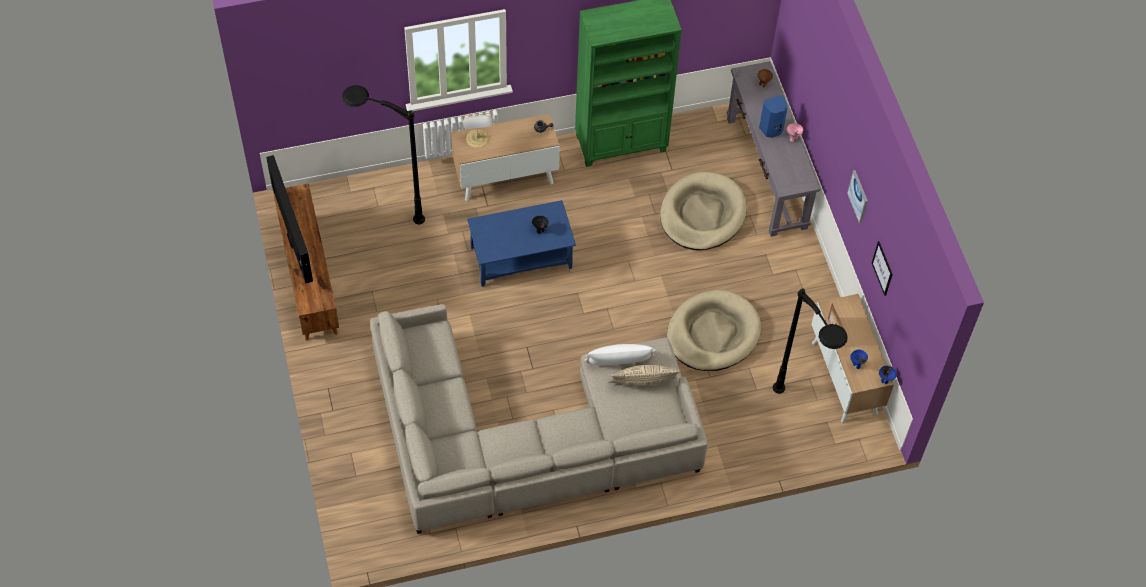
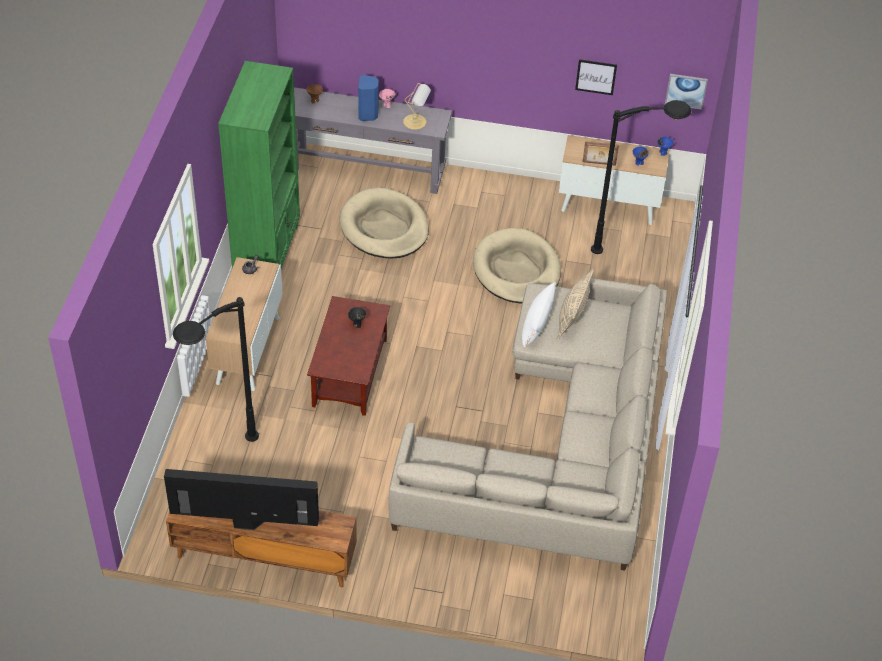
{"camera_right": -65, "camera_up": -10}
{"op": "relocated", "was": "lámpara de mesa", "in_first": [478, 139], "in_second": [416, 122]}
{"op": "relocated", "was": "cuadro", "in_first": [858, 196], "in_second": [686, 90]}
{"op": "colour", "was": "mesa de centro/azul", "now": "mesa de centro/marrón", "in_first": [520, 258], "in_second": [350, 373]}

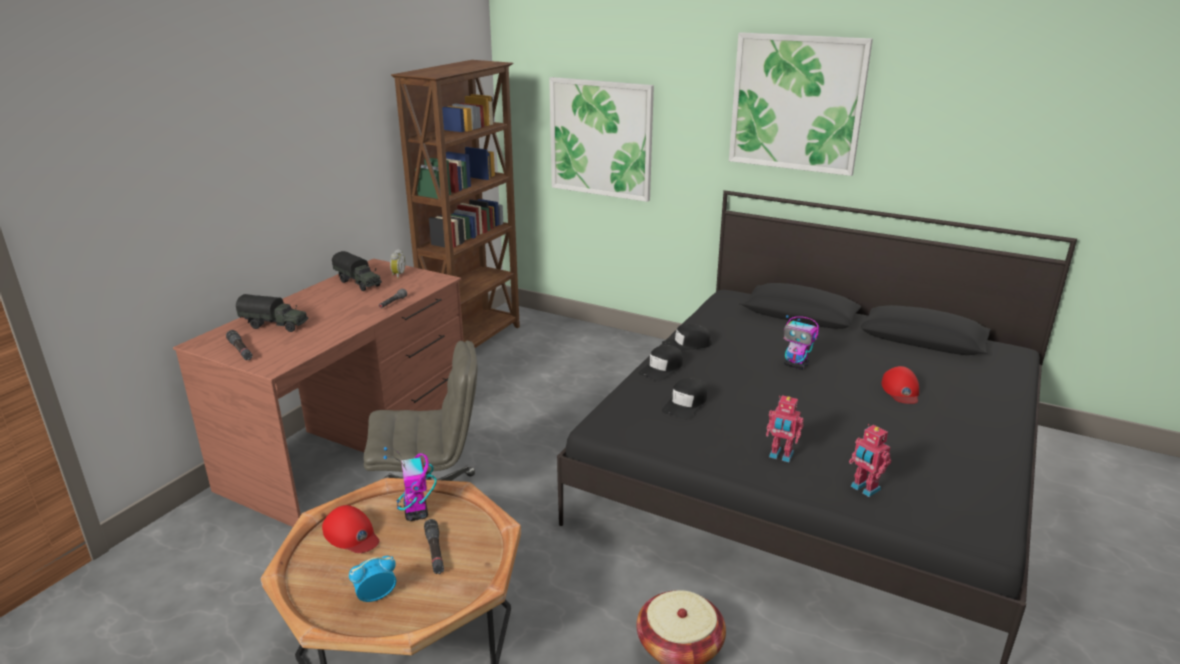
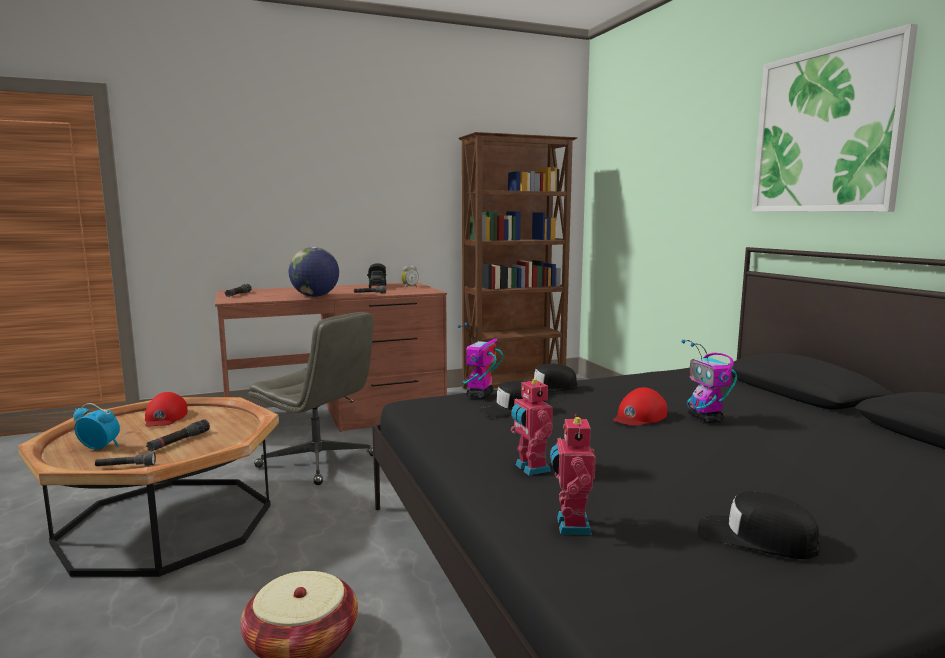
{"camera_right": 40, "camera_up": -15}
{"op": "missing", "was": "camión de juguete", "in_first": [275, 325]}
{"op": "missing", "was": "cuadro", "in_first": [601, 138]}
{"op": "appeared", "now": "linterna/gris", "in_second": [125, 467]}
{"op": "appeared", "now": "globo terráqueo", "in_second": [315, 296]}
{"op": "relocated", "was": "robot de juguete", "in_first": [416, 513], "in_second": [479, 395]}
{"op": "relocated", "was": "gorra/negro", "in_first": [686, 344], "in_second": [756, 538]}
{"op": "relocated", "was": "gorra/rojo", "in_first": [901, 390], "in_second": [639, 416]}

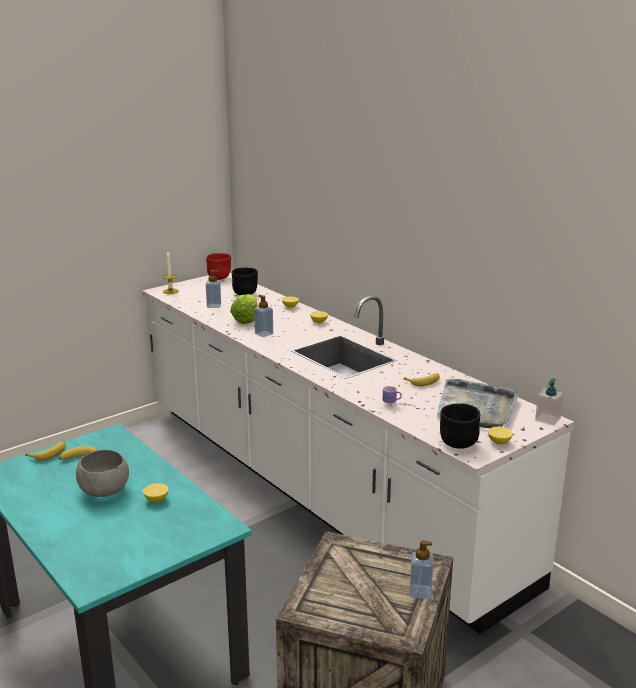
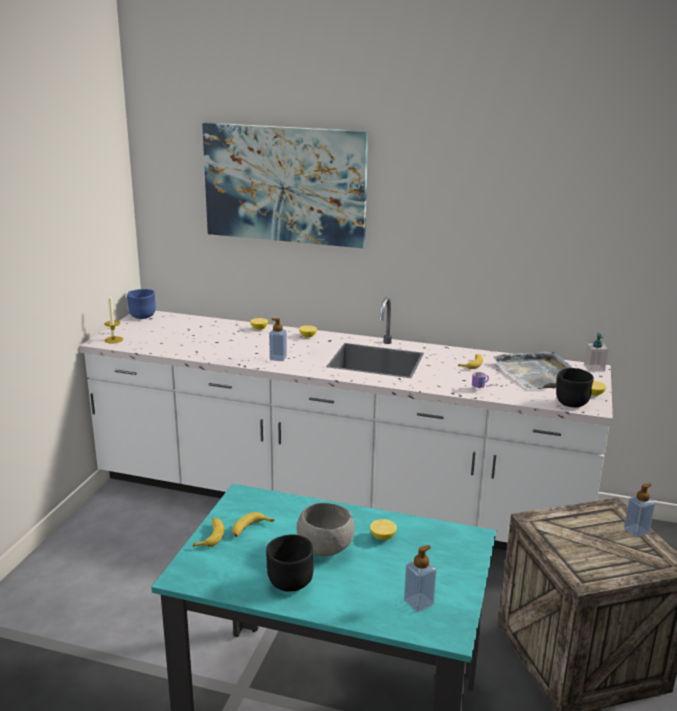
{"camera_right": -35, "camera_up": 0}
{"op": "missing", "was": "lechuga", "in_first": [246, 320]}
{"op": "appeared", "now": "cuadro", "in_second": [285, 184]}
{"op": "relocated", "was": "dispensador de jabón", "in_first": [214, 306], "in_second": [418, 603]}
{"op": "relocated", "was": "cuenco/negro", "in_first": [245, 293], "in_second": [290, 582]}
{"op": "colour", "was": "cuenco/rojo", "now": "cuenco/azul", "in_first": [219, 278], "in_second": [142, 316]}

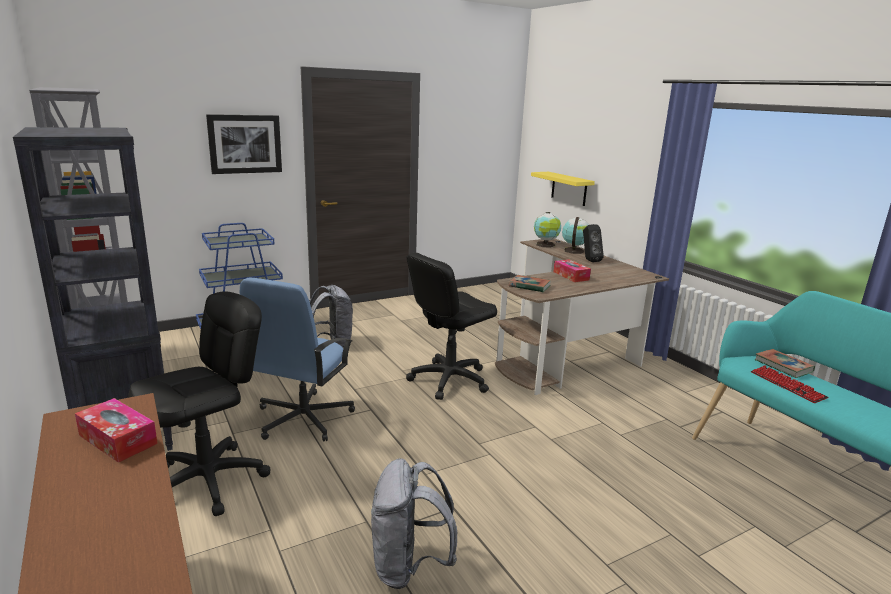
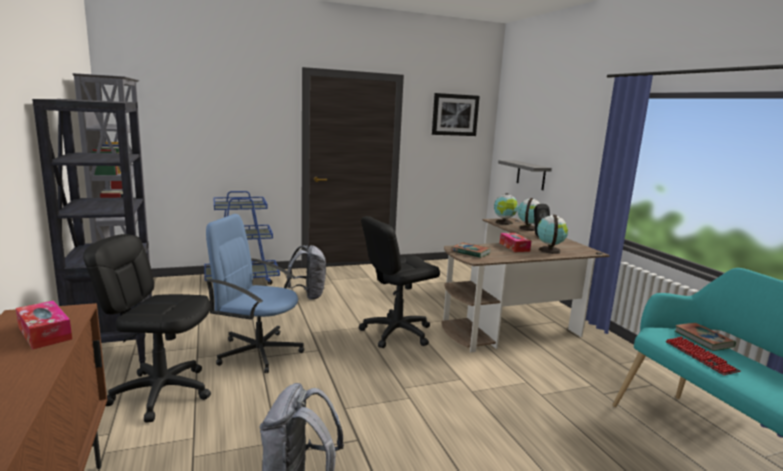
{"camera_right": 10, "camera_up": -5}
{"op": "appeared", "now": "globo terráqueo", "in_second": [549, 250]}
{"op": "relocated", "was": "cuadro", "in_first": [245, 144], "in_second": [455, 115]}
{"op": "colour", "was": "estante/amarillo", "now": "estante/gris", "in_first": [569, 188], "in_second": [531, 175]}
{"op": "spun", "was": "silla de oficina/negro", "in_first": [208, 481], "in_second": [161, 392], "clockwise": -135}
{"op": "spun", "was": "silla de oficina/azul", "in_first": [302, 418], "in_second": [258, 351], "clockwise": 75}

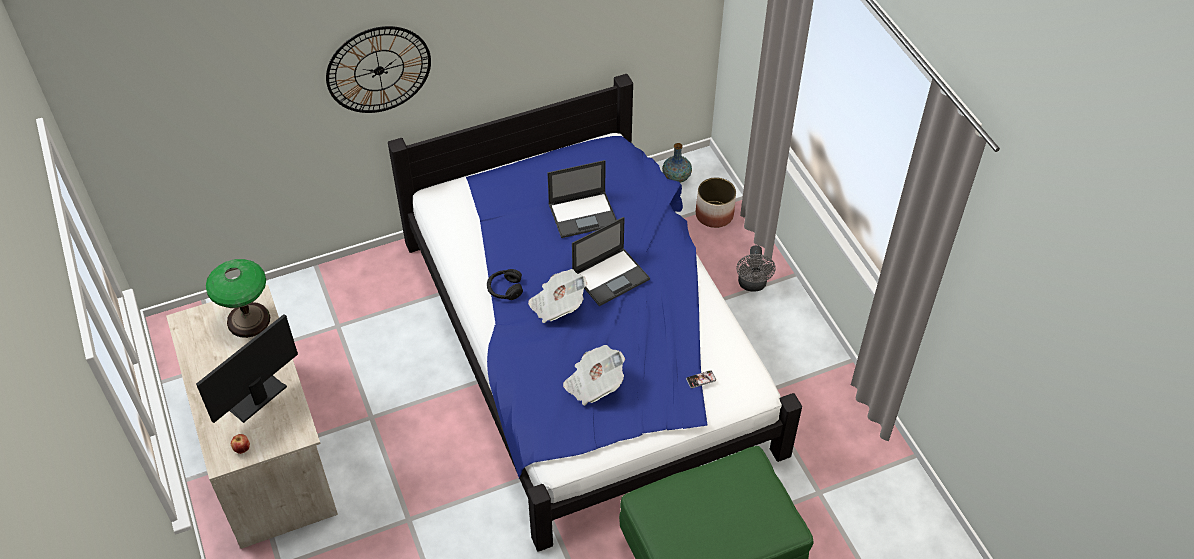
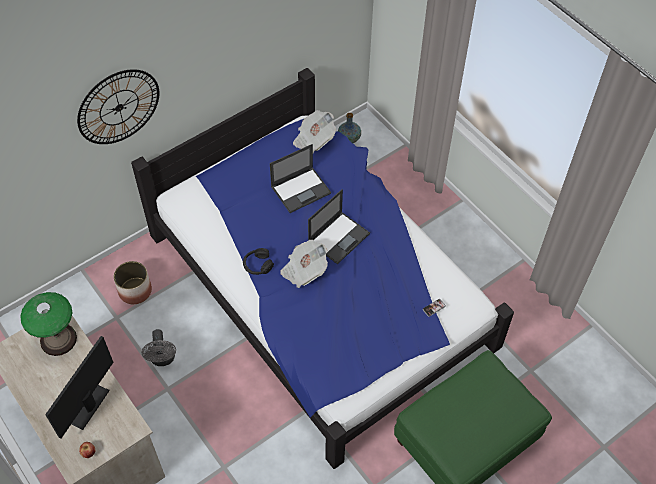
{"camera_right": -15, "camera_up": 5}
{"op": "relocated", "was": "periódico", "in_first": [594, 384], "in_second": [314, 139]}
{"op": "relocated", "was": "maceta", "in_first": [714, 214], "in_second": [135, 290]}
{"op": "relocated", "was": "ventilador/gris", "in_first": [752, 285], "in_second": [163, 359]}

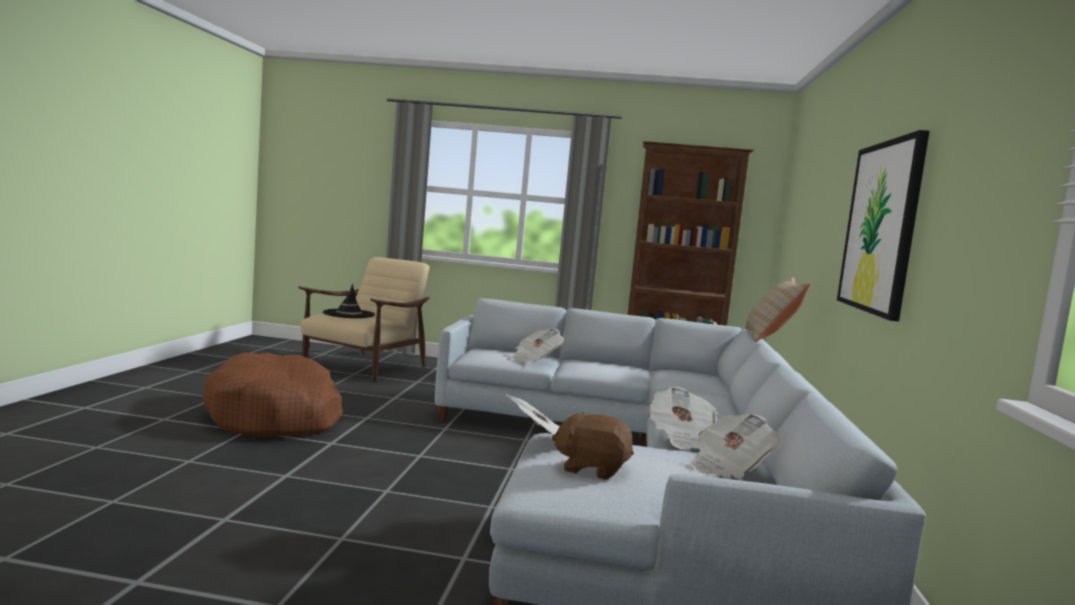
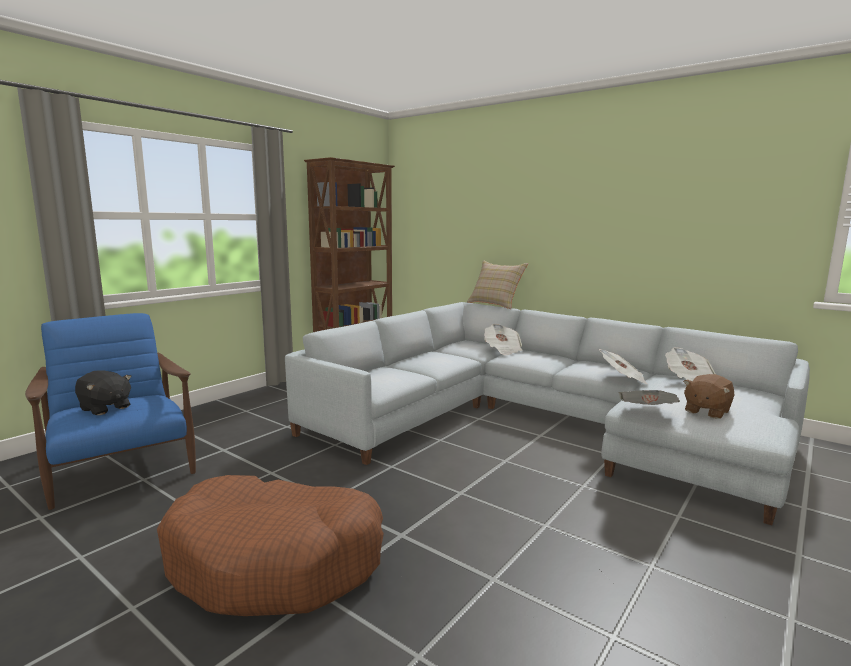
{"camera_right": -60, "camera_up": 5}
{"op": "missing", "was": "cuadro", "in_first": [881, 227]}
{"op": "relocated", "was": "periódico", "in_first": [534, 359], "in_second": [502, 350]}
{"op": "exchanged", "was": "sombrero/negro", "now": "peluche/negro", "in_first": [349, 314], "in_second": [105, 408]}
{"op": "colour", "was": "sillón/beis", "now": "sillón/azul", "in_first": [364, 367], "in_second": [121, 468]}

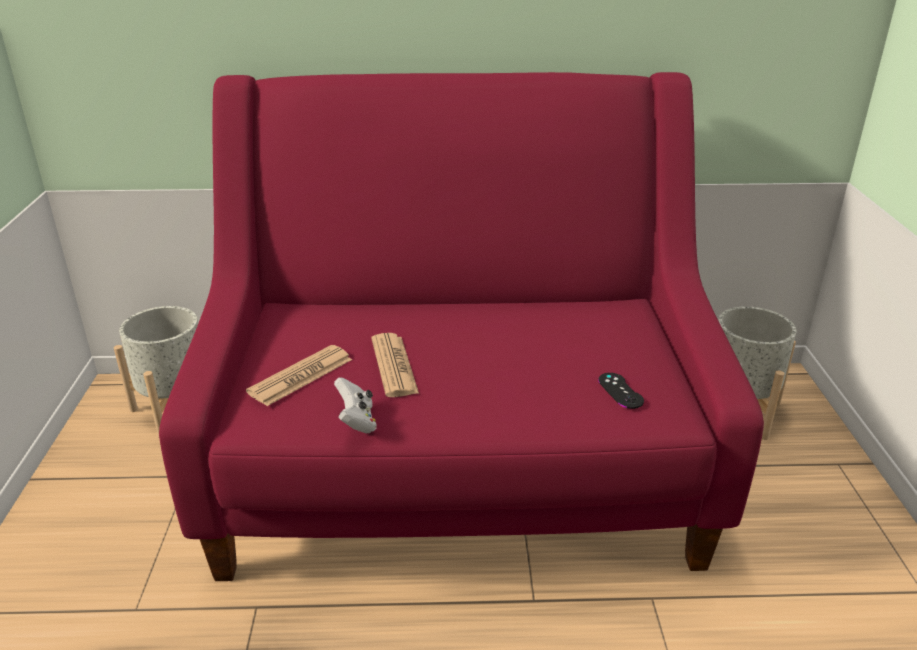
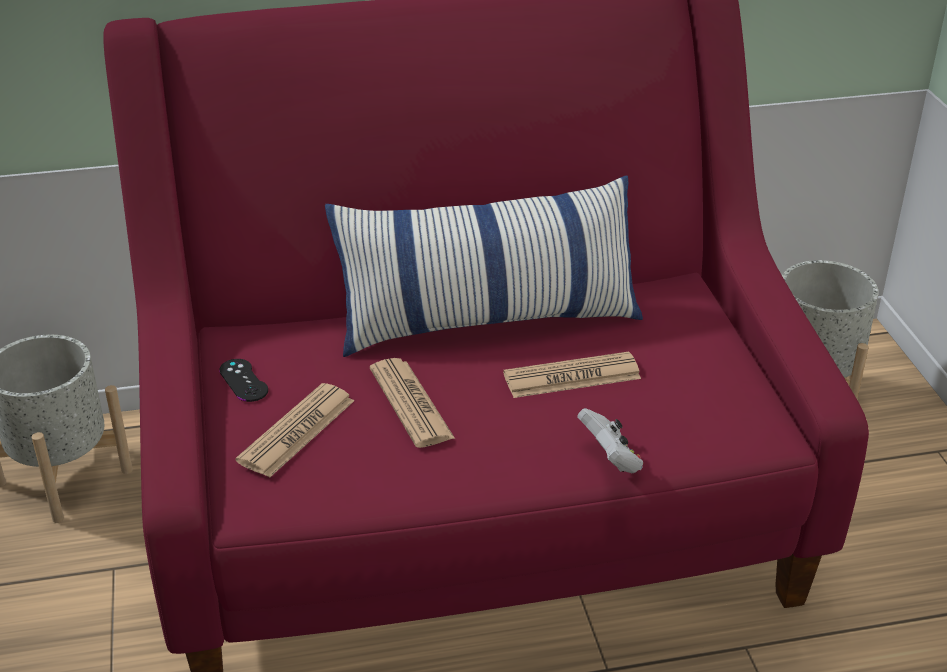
{"camera_right": -10, "camera_up": 5}
{"op": "appeared", "now": "cojín", "in_second": [488, 319]}
{"op": "appeared", "now": "periódico", "in_second": [572, 377]}
{"op": "relocated", "was": "mando de consola/blanco", "in_first": [357, 421], "in_second": [610, 460]}
{"op": "relocated", "was": "mando de consola/negro", "in_first": [620, 391], "in_second": [243, 380]}

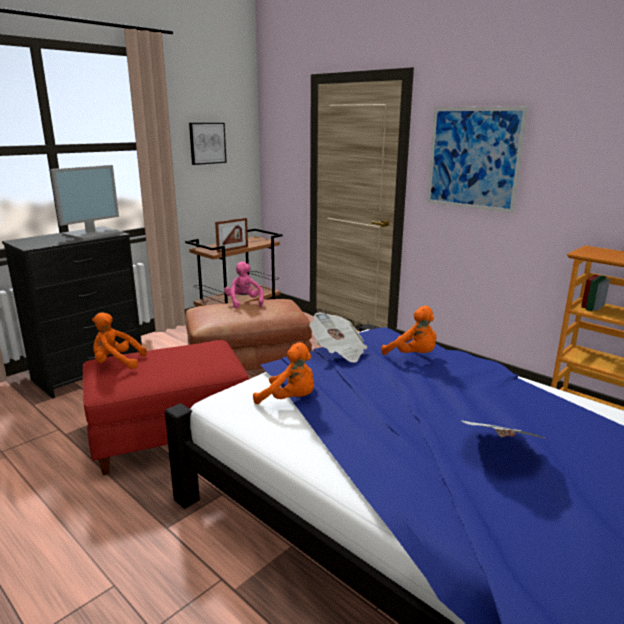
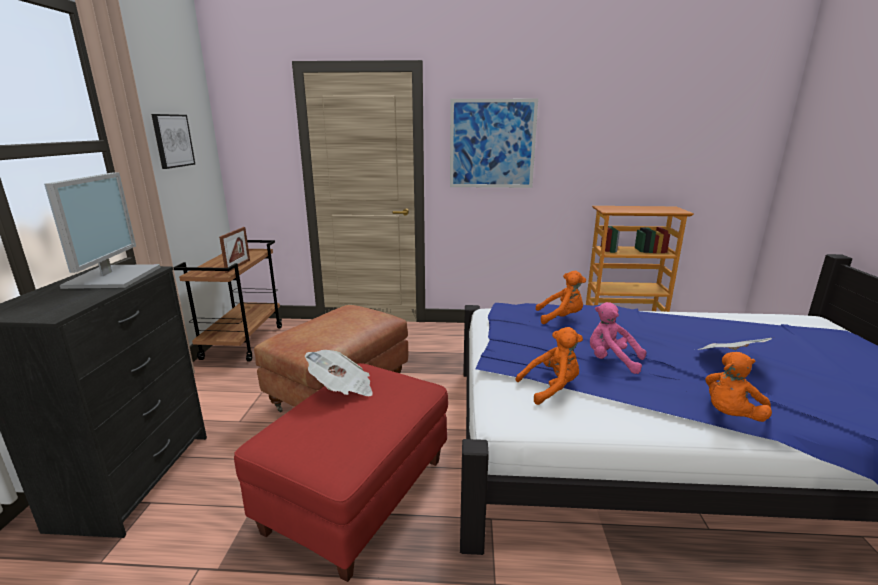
{"camera_right": -40, "camera_up": 0}
{"op": "relocated", "was": "peluche/naranja", "in_first": [116, 363], "in_second": [730, 416]}
{"op": "relocated", "was": "peluche/rosa", "in_first": [244, 303], "in_second": [611, 361]}
{"op": "relocated", "was": "periódico", "in_first": [338, 351], "in_second": [342, 388]}

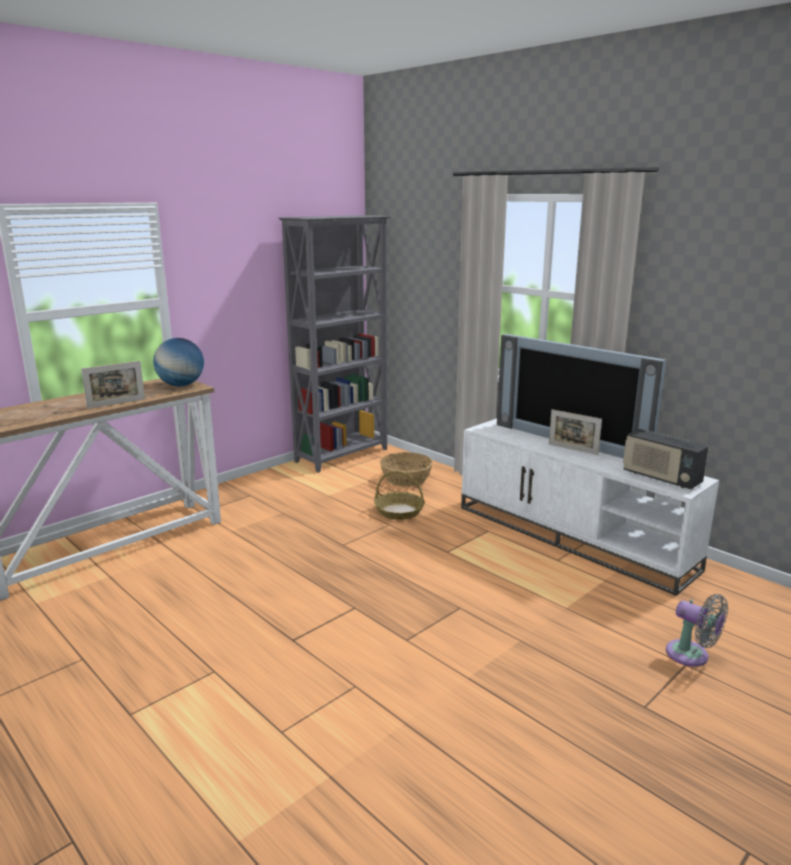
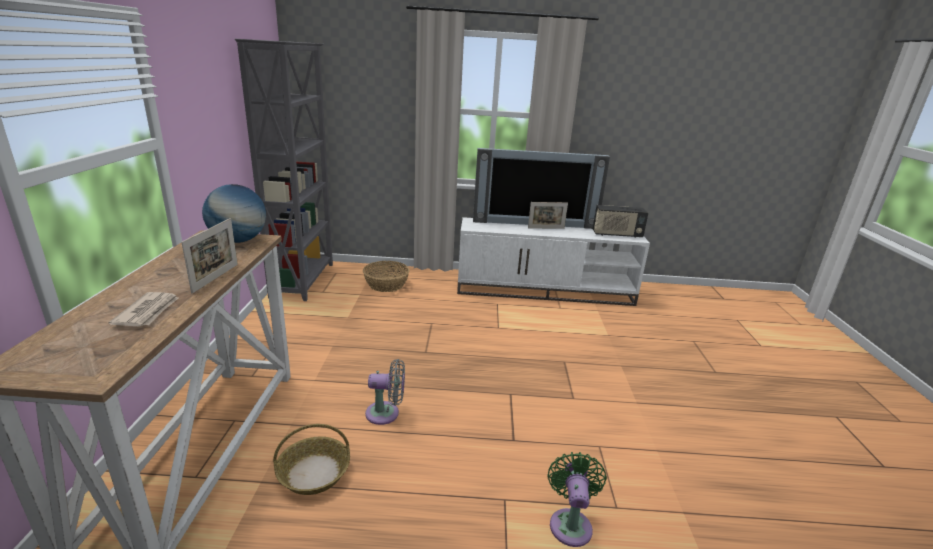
{"camera_right": -45, "camera_up": 5}
{"op": "appeared", "now": "periódico", "in_second": [148, 312]}
{"op": "appeared", "now": "ventilador/verde", "in_second": [570, 523]}
{"op": "relocated", "was": "cesta", "in_first": [399, 511], "in_second": [314, 473]}
{"op": "relocated", "was": "ventilador/gris", "in_first": [691, 656], "in_second": [386, 413]}

